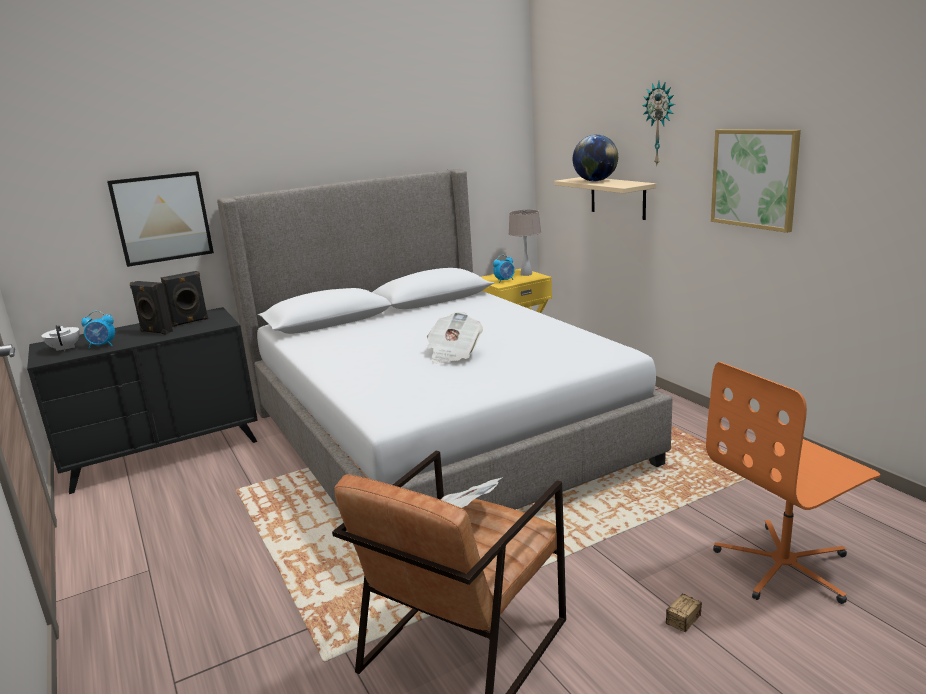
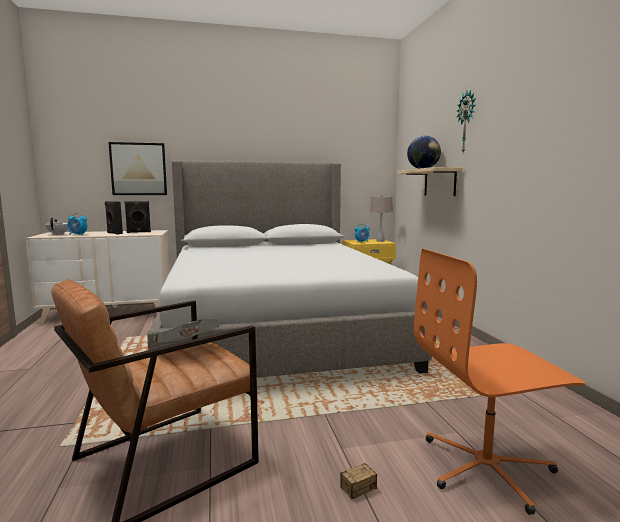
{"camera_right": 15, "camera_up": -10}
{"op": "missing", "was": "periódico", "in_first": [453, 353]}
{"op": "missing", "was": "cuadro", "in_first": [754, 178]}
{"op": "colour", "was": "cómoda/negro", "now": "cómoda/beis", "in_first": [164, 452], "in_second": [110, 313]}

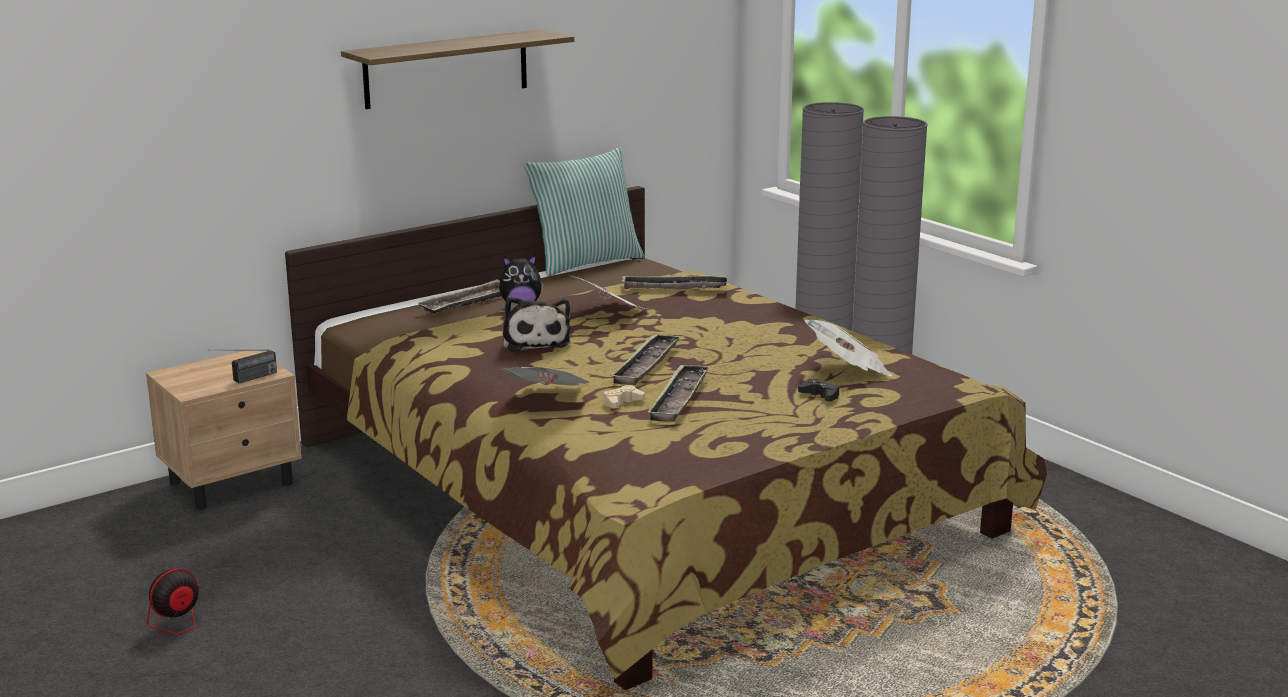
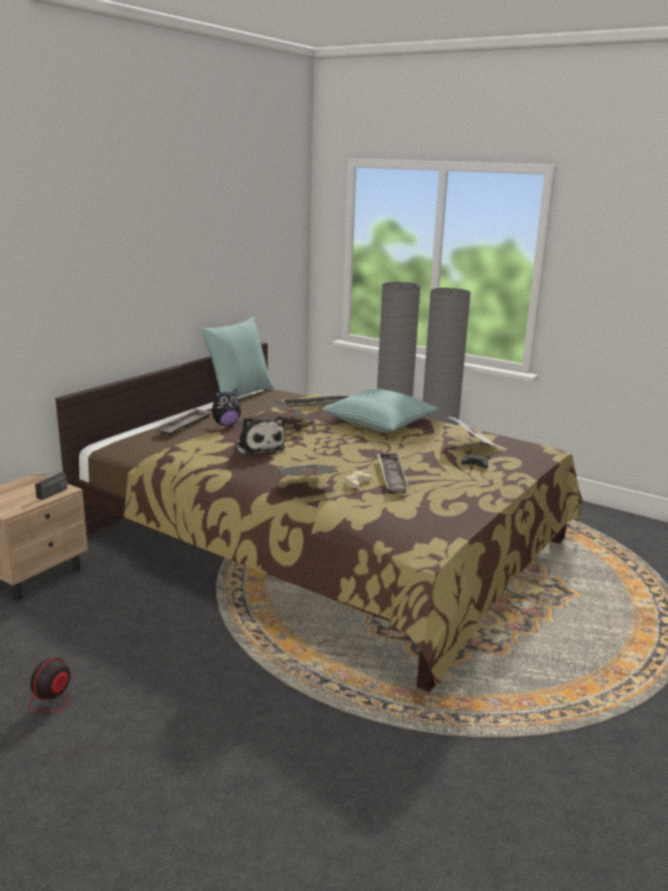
{"camera_right": -20, "camera_up": 0}
{"op": "missing", "was": "estante", "in_first": [446, 68]}
{"op": "missing", "was": "bandeja", "in_first": [646, 365]}
{"op": "appeared", "now": "cojín", "in_second": [380, 422]}

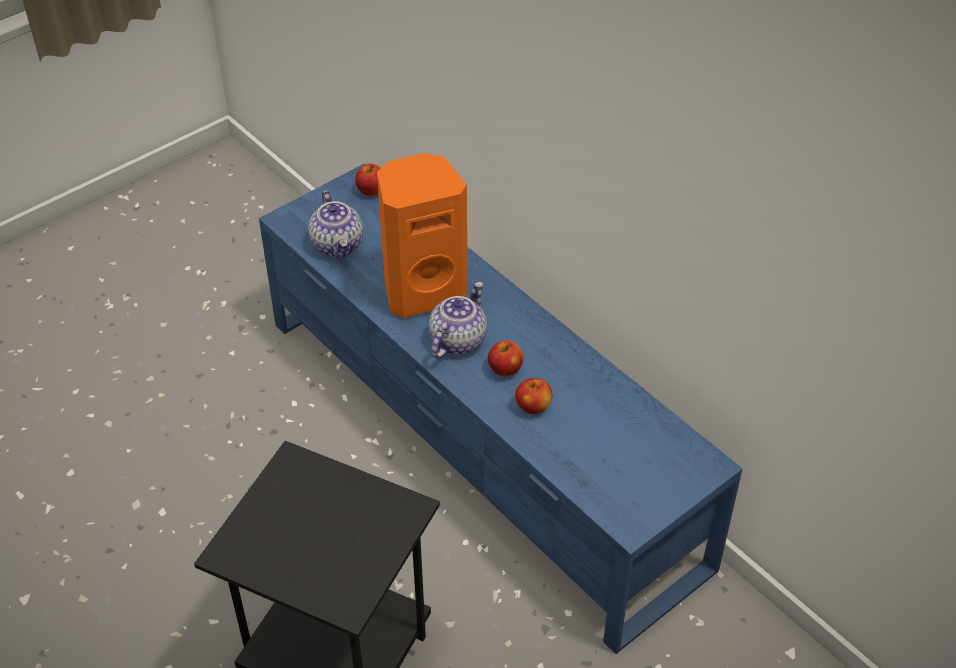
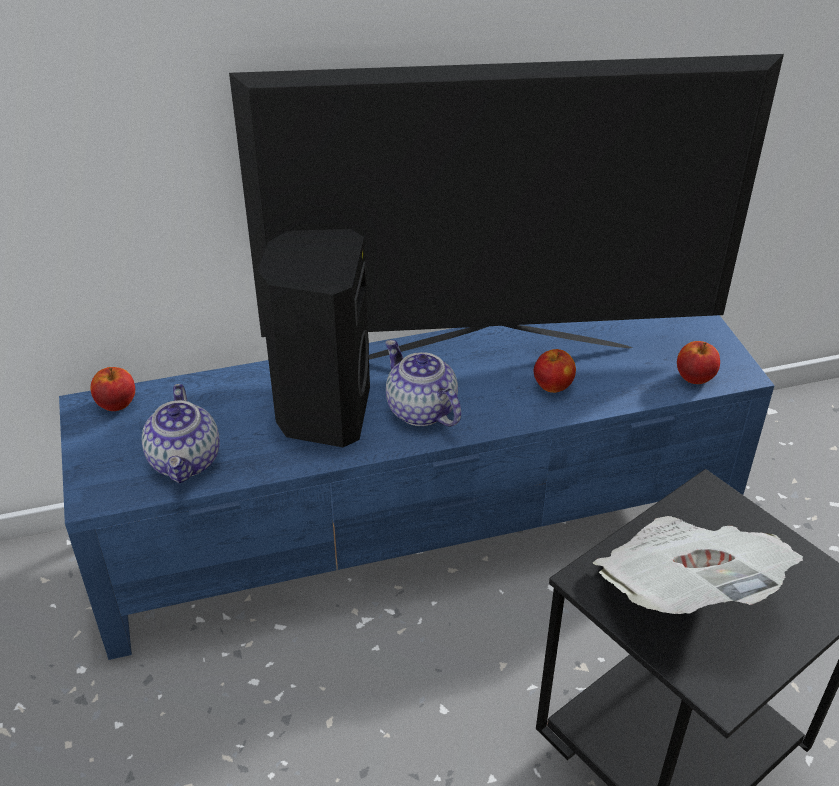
{"camera_right": -65, "camera_up": -5}
{"op": "appeared", "now": "televisor", "in_second": [493, 351]}
{"op": "appeared", "now": "periódico", "in_second": [684, 591]}
{"op": "relocated", "was": "manzana", "in_first": [505, 369], "in_second": [694, 377]}
{"op": "colour", "was": "altavoz/naranja", "now": "altavoz/negro", "in_first": [423, 291], "in_second": [322, 413]}
{"op": "spun", "was": "tetera", "in_first": [338, 245], "in_second": [186, 461], "clockwise": 75}

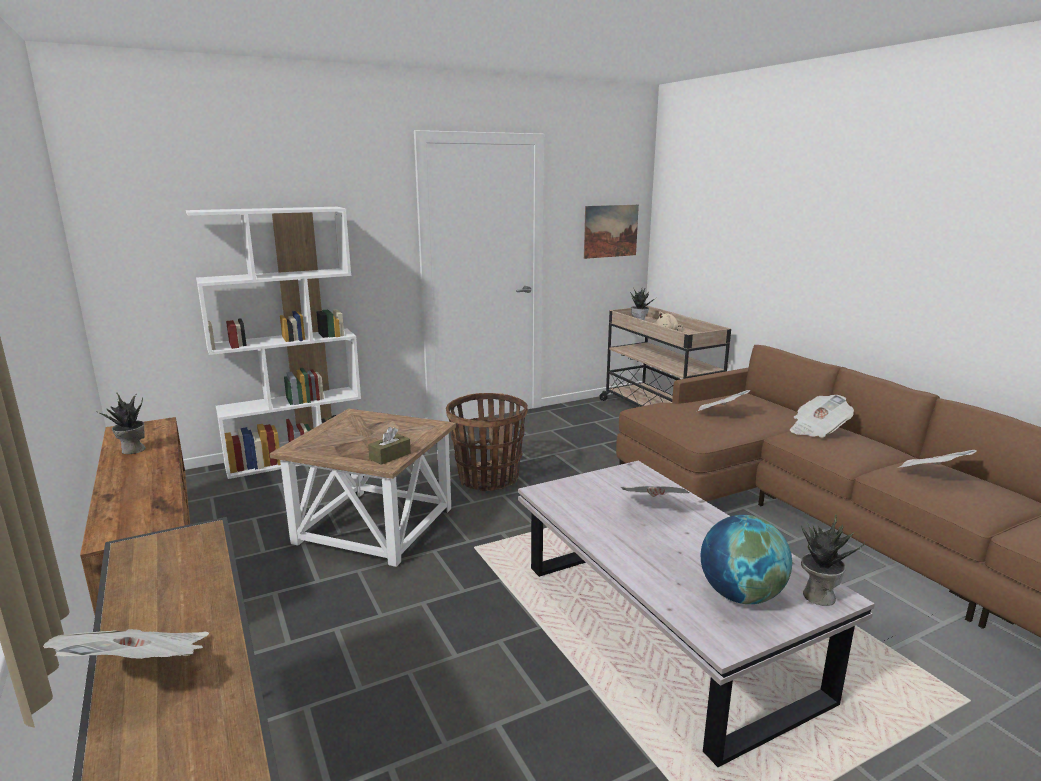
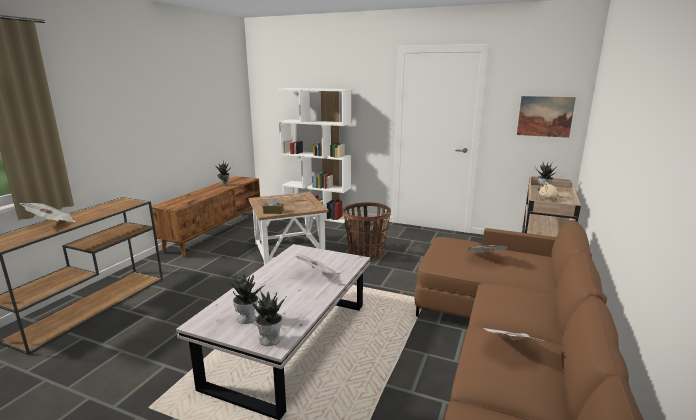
{"camera_right": 50, "camera_up": 0}
{"op": "missing", "was": "periódico", "in_first": [817, 430]}
{"op": "exchanged", "was": "globo terráqueo", "now": "planta en maceta", "in_first": [740, 595], "in_second": [247, 318]}

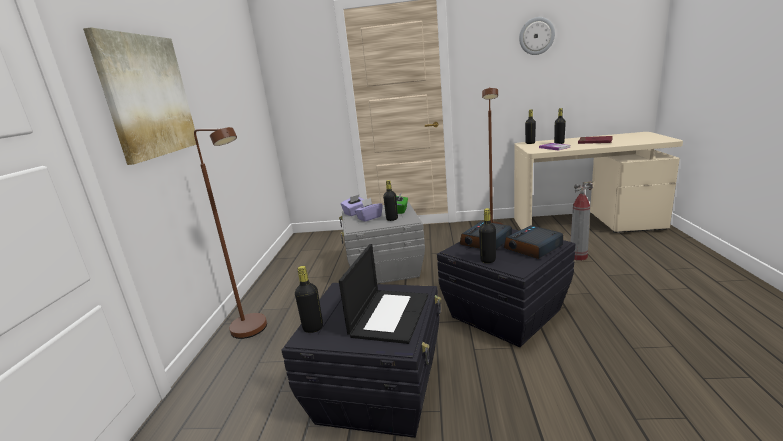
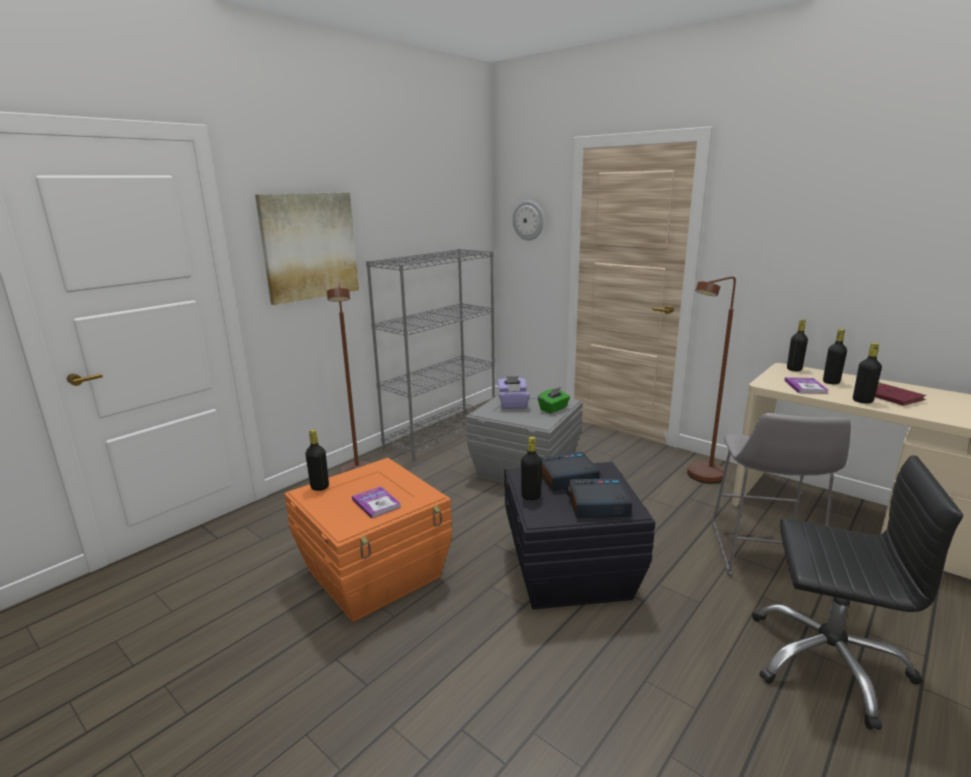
{"camera_right": 35, "camera_up": 0}
{"op": "appeared", "now": "estantería/gris", "in_second": [441, 433]}
{"op": "appeared", "now": "silla de oficina/negro", "in_second": [827, 661]}
{"op": "relocated", "was": "botella/negro", "in_first": [392, 219], "in_second": [862, 401]}
{"op": "relocated", "was": "reloj de pared", "in_first": [536, 36], "in_second": [528, 220]}
{"op": "exchanged", "was": "portátil", "now": "libro", "in_first": [389, 314], "in_second": [376, 503]}
{"op": "exchanged", "was": "extintor", "now": "taburete/gris", "in_first": [578, 257], "in_second": [762, 556]}
{"op": "colour", "was": "caja de almacenaje/negro", "now": "caja de almacenaje/naranja", "in_first": [378, 391], "in_second": [375, 574]}

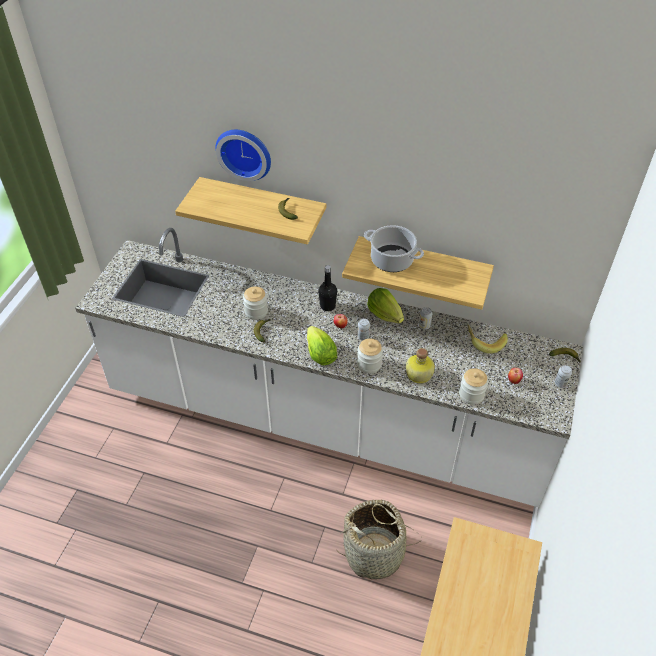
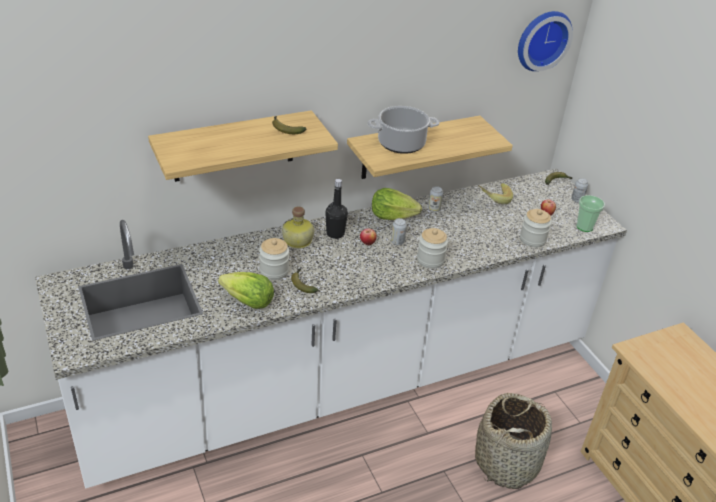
{"camera_right": -45, "camera_up": -10}
{"op": "appeared", "now": "taza", "in_second": [584, 227]}
{"op": "relocated", "was": "reloj de pared", "in_first": [245, 152], "in_second": [541, 39]}
{"op": "relocated", "was": "lechuga", "in_first": [320, 355], "in_second": [248, 302]}
{"op": "relocated", "was": "botella", "in_first": [418, 374], "in_second": [297, 241]}

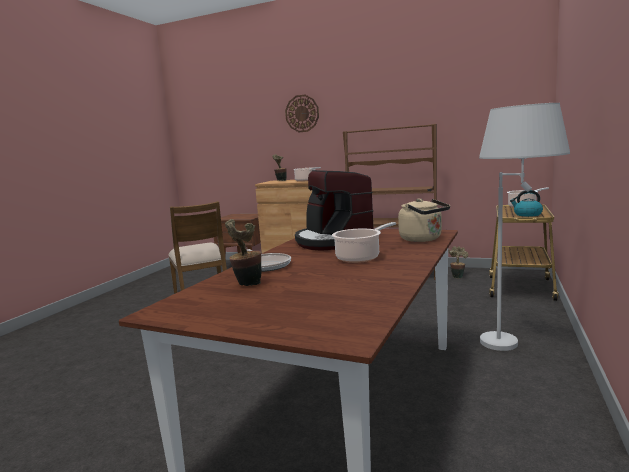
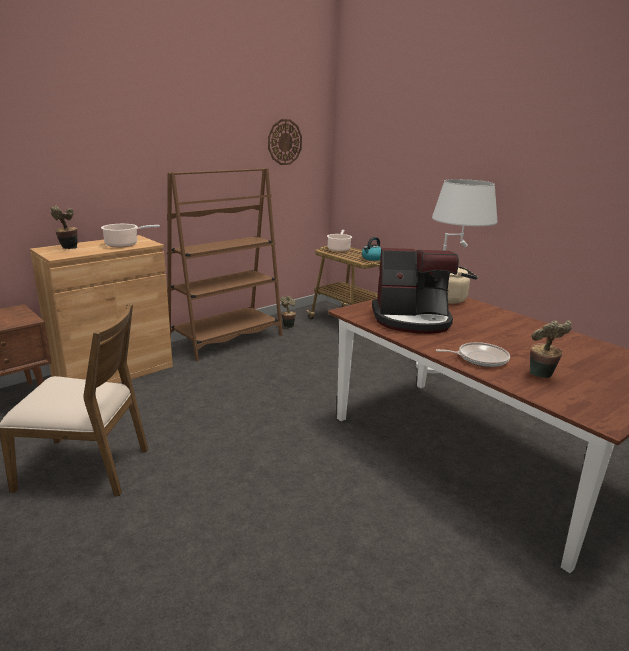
{"camera_right": -65, "camera_up": 10}
{"op": "missing", "was": "olla", "in_first": [360, 257]}
{"op": "relocated", "was": "reloj de pared", "in_first": [302, 113], "in_second": [284, 142]}

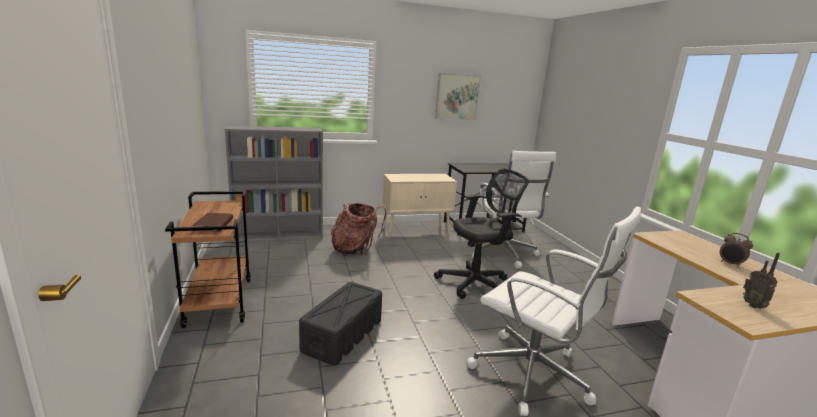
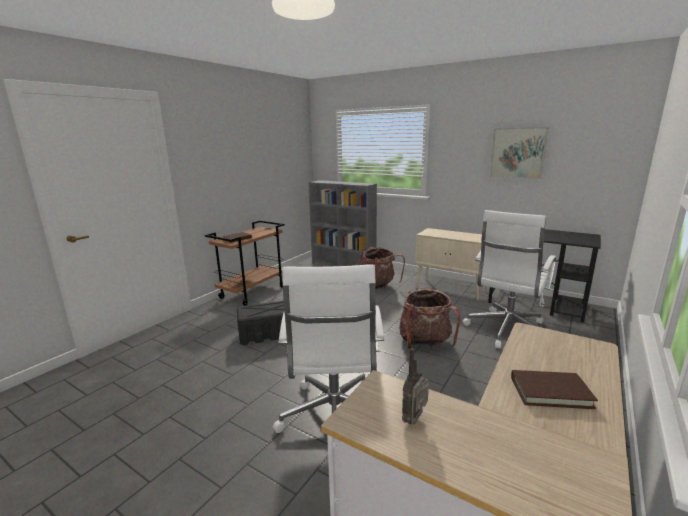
{"camera_right": 50, "camera_up": 0}
{"op": "exchanged", "was": "silla de oficina/negro", "now": "mochila", "in_first": [477, 283], "in_second": [425, 343]}
{"op": "exchanged", "was": "despertador", "now": "libro/marrón", "in_first": [730, 264], "in_second": [550, 392]}

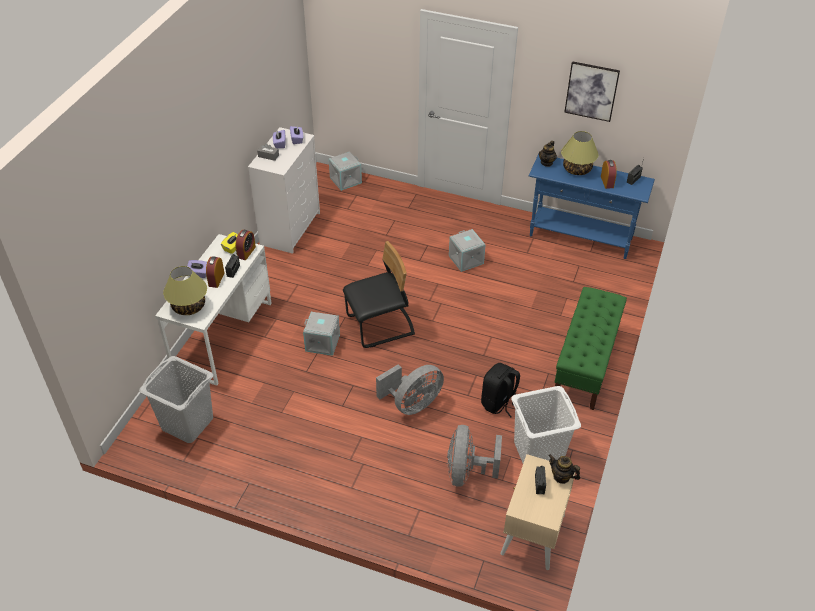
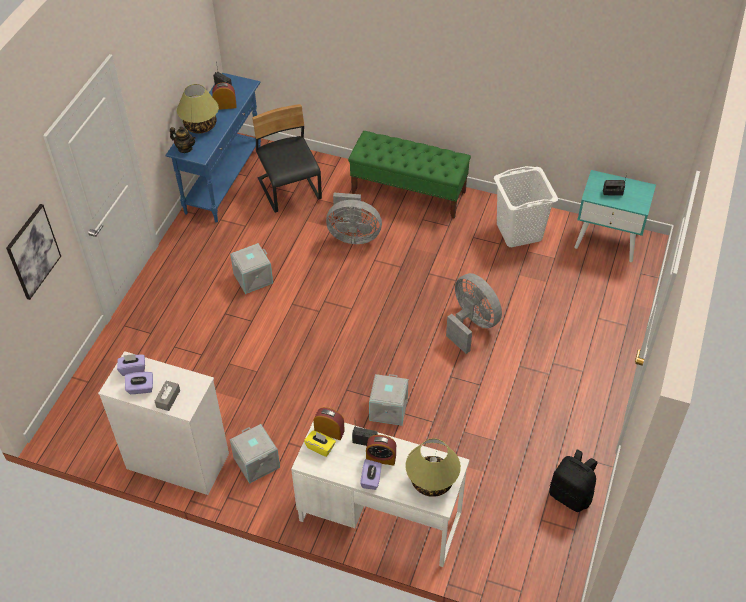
{"camera_right": -90, "camera_up": 5}
{"op": "missing", "was": "cesto de la ropa/gris", "in_first": [187, 423]}
{"op": "missing", "was": "tetera", "in_first": [561, 477]}
{"op": "relocated", "was": "caja de almacenaje/gris", "in_first": [345, 180], "in_second": [255, 462]}
{"op": "relocated", "was": "silla/negro", "in_first": [380, 326], "in_second": [290, 190]}
{"op": "relocated", "was": "ventilador/gris", "in_first": [467, 472], "in_second": [353, 235]}
{"op": "relocated", "was": "mochila/negro", "in_first": [499, 403], "in_second": [571, 495]}
{"op": "relocated", "was": "cuadro", "in_first": [591, 91], "in_second": [33, 251]}
{"op": "colour", "was": "mesita de noche/beis", "now": "mesita de noche/turquesa", "in_first": [533, 534], "in_second": [607, 240]}

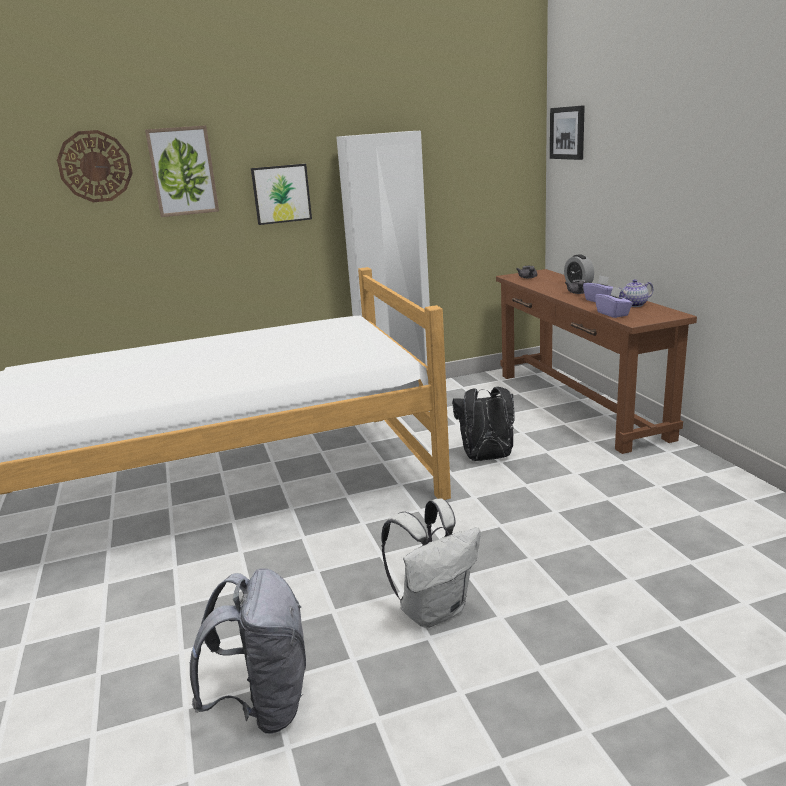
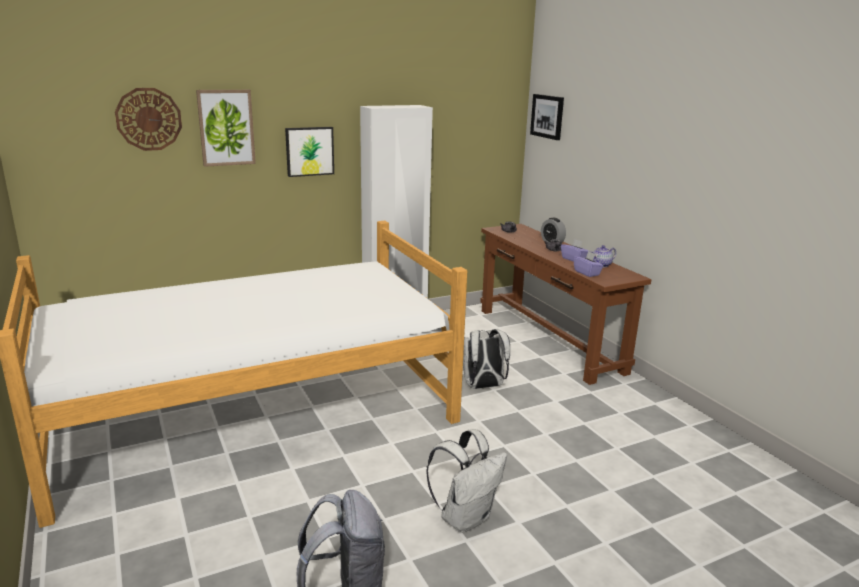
{"camera_right": -10, "camera_up": 0}
{"op": "colour", "was": "mochila/negro", "now": "mochila/blanco", "in_first": [486, 458], "in_second": [482, 386]}

